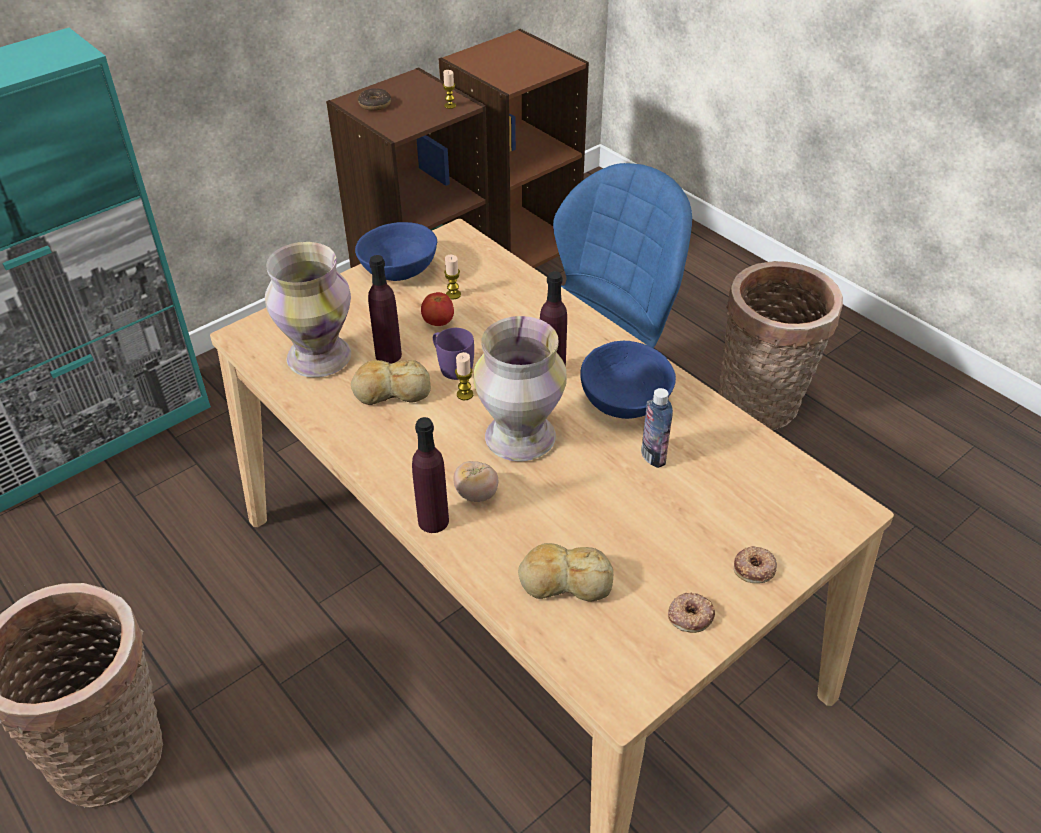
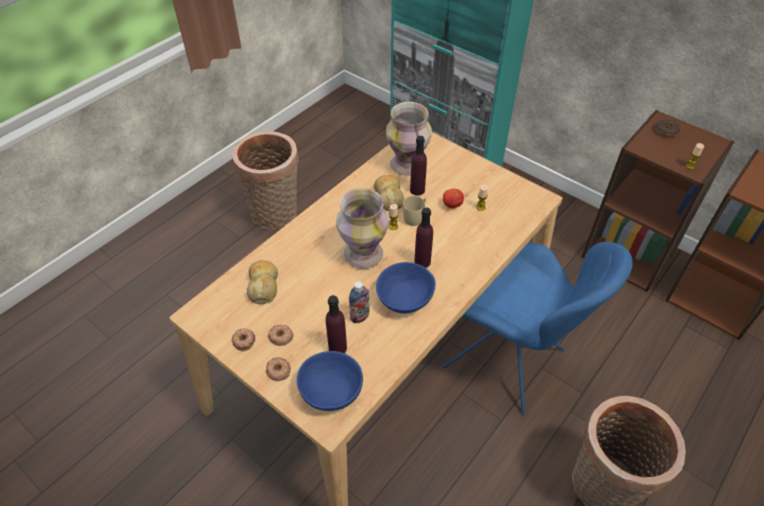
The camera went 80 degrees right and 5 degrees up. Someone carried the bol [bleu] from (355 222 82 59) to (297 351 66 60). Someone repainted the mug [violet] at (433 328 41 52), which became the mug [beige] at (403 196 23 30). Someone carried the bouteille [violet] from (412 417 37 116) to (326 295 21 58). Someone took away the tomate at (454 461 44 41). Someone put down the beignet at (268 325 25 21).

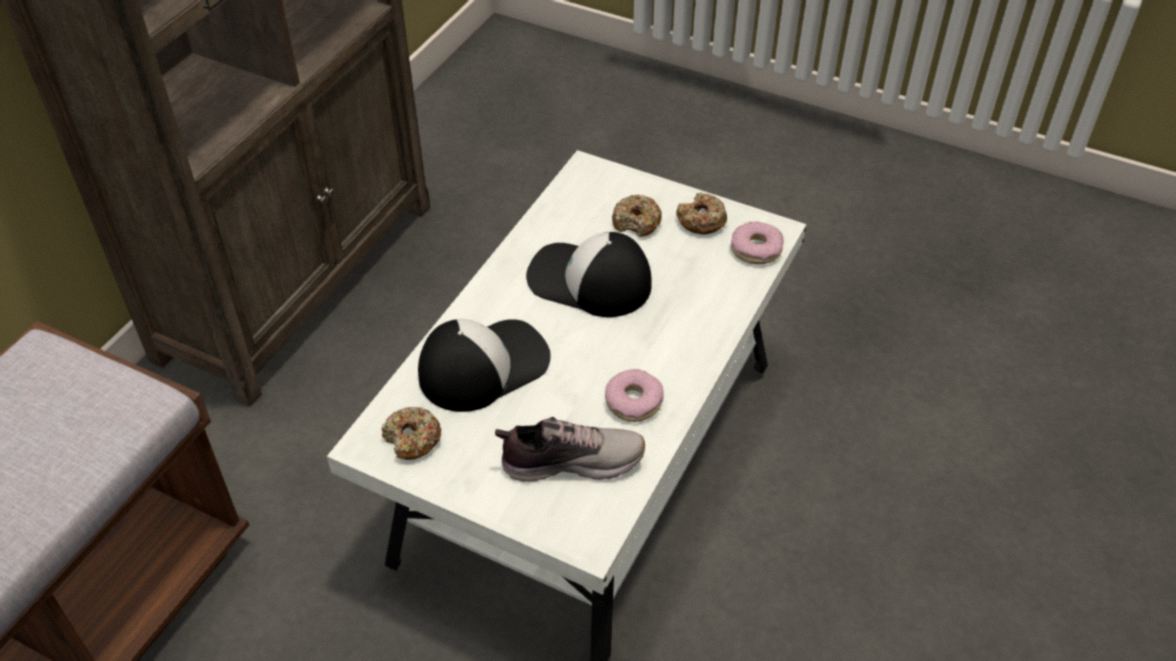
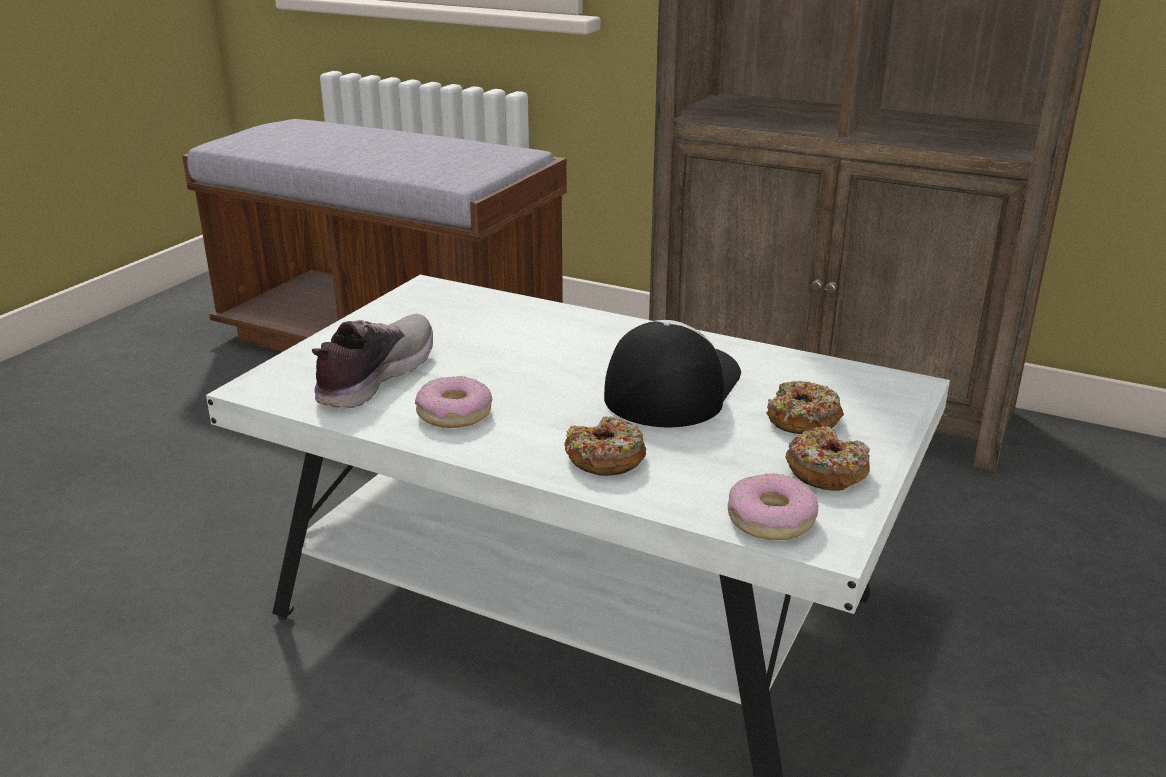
The camera went 90 degrees right and 20 degrees down. Someone took away the casquette at (418 319 133 93). Someone carried the beignet from (381 407 60 53) to (564 416 82 60). Someone rotated the chaussure at (495 417 150 65) by 150 degrees counterclockwise.

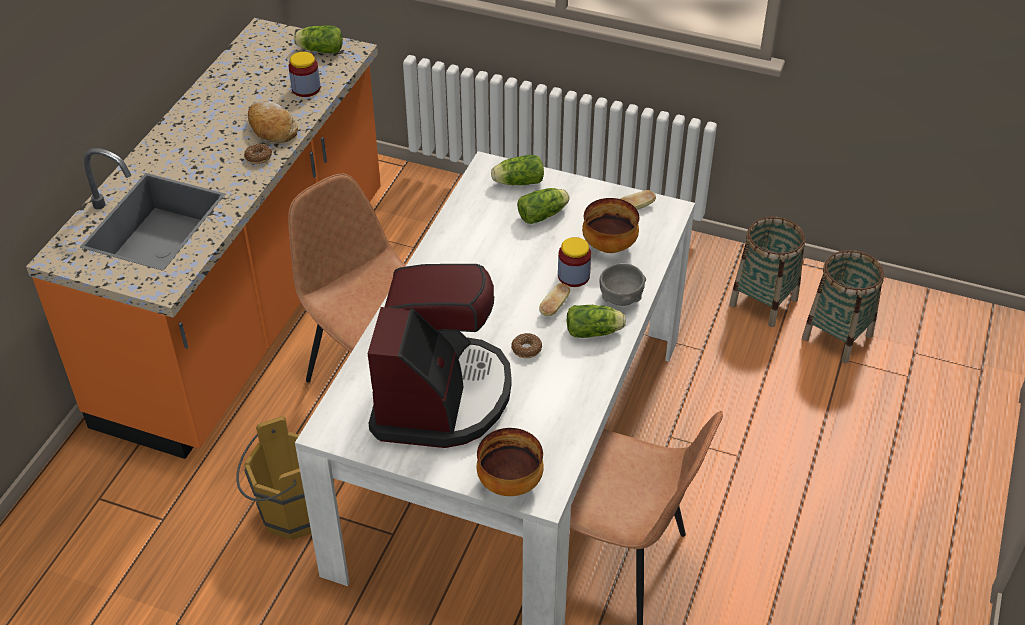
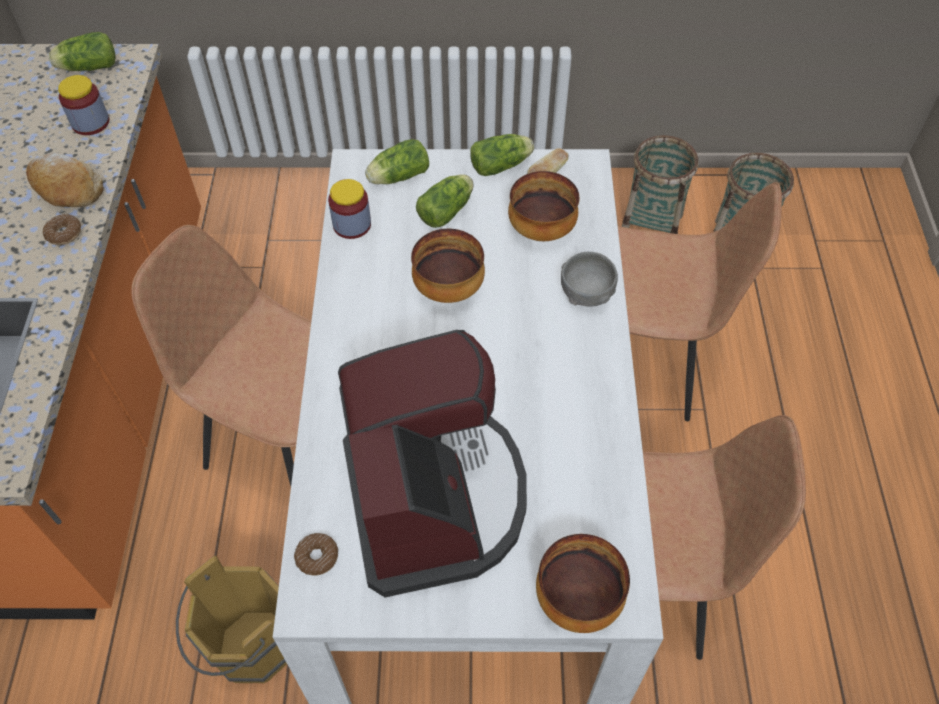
The camera went 20 degrees left and 10 degrees up. Someone carried the bocal from (558 237 33 50) to (328 179 43 60). Someone took away the pain at (539 283 31 33). Someone carried the laitue from (566 305 60 33) to (470 134 64 42). Someone carried the beignet from (511 333 31 25) to (294 533 44 43). Someone put down the chaise [marron] at (618 182 164 239). Someone put down the bol at (411 229 74 74).

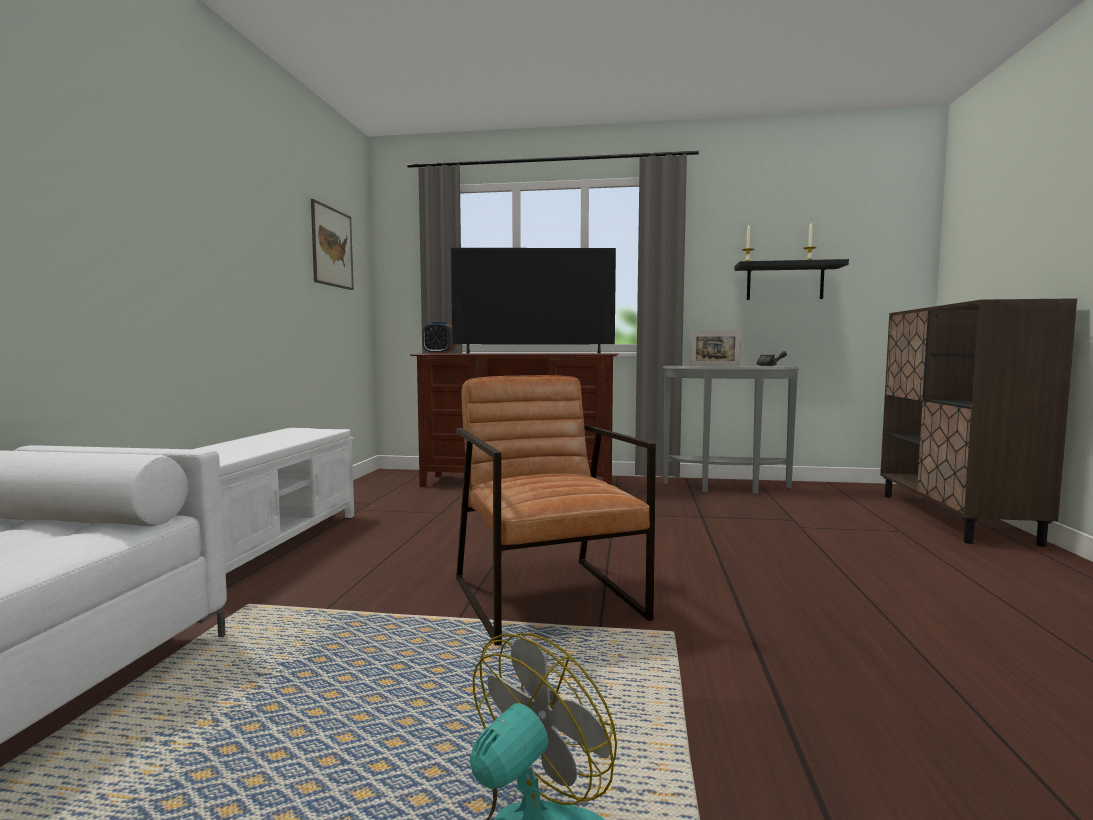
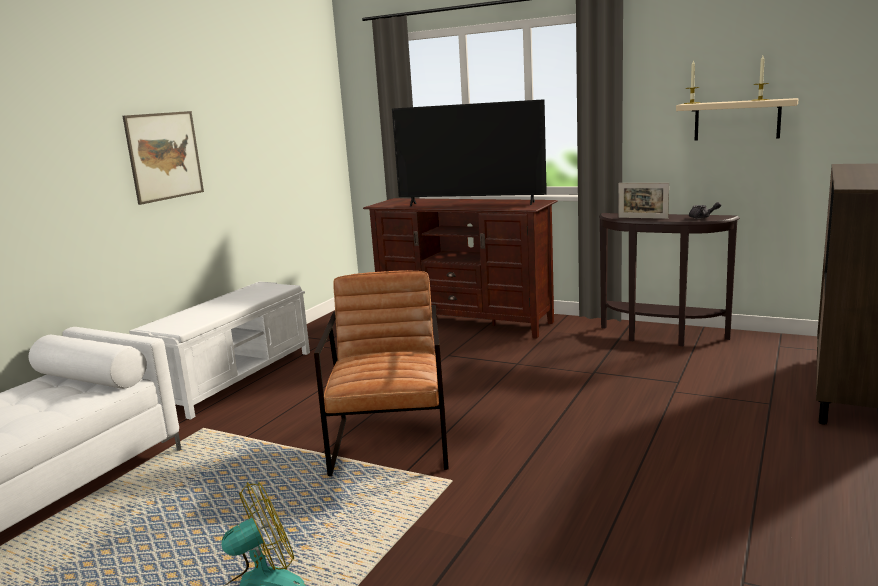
The camera went 20 degrees right and 10 degrees up. Someone carried the tableau from (311 199 43 91) to (123 111 81 94). Someone repainted the étagère [noir] at (734 259 115 41), which became the étagère [beige] at (676 98 122 43). Someone took away the réveil at (422 322 33 31). Someone repainted the table console [gris] at (662 366 137 128), which became the table console [marron] at (599 213 141 133).

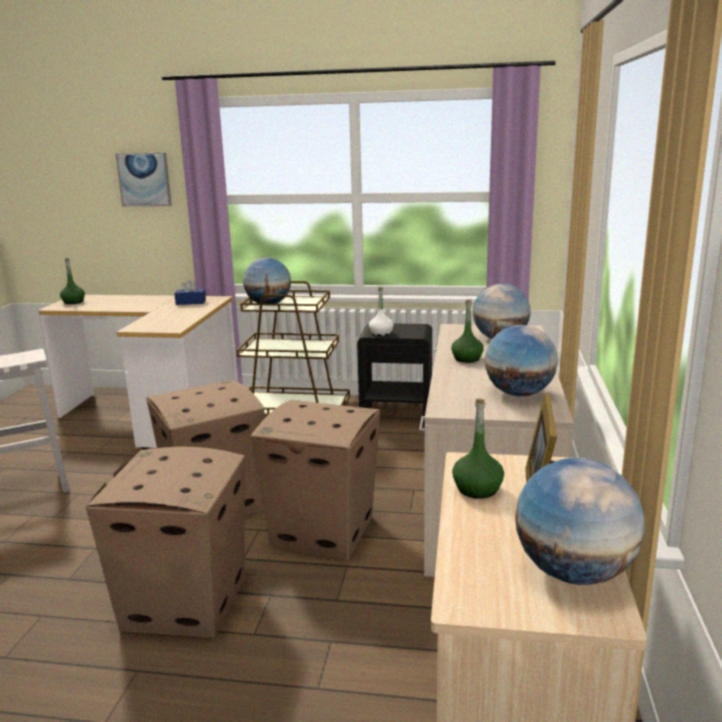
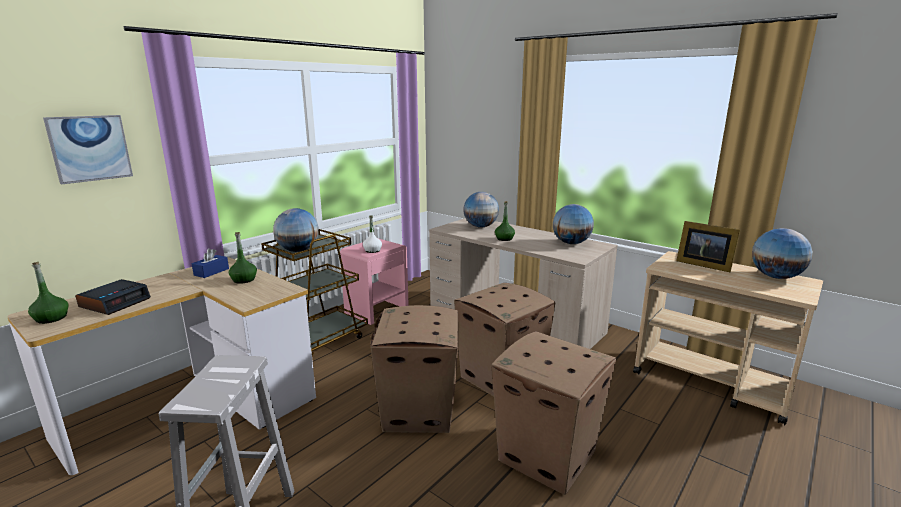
The camera went 60 degrees left and 0 degrees up. Someone repainted the table de chevet [noir] at (357 323 75 104), which became the table de chevet [rose] at (340 238 69 87). Someone carried the bouteille [vert] from (452 398 52 101) to (229 232 28 52). Someone put down the réveil at (75 279 76 36).

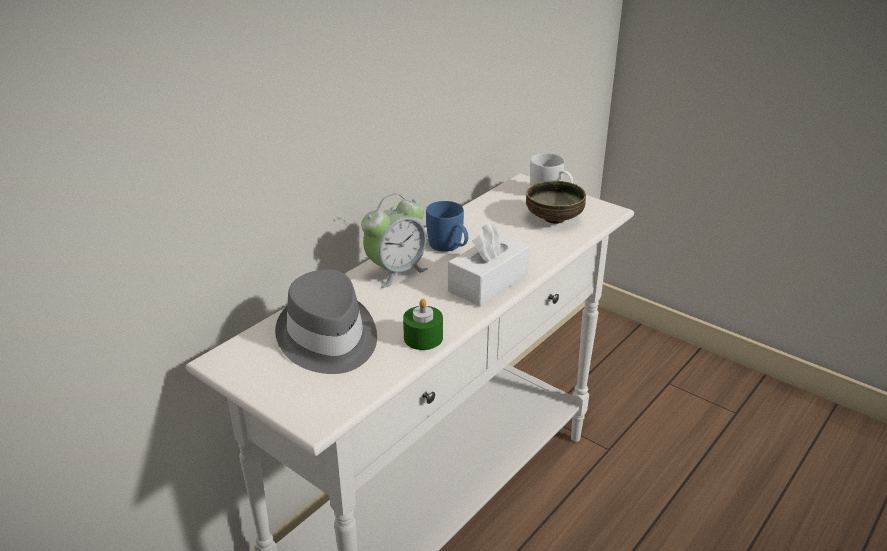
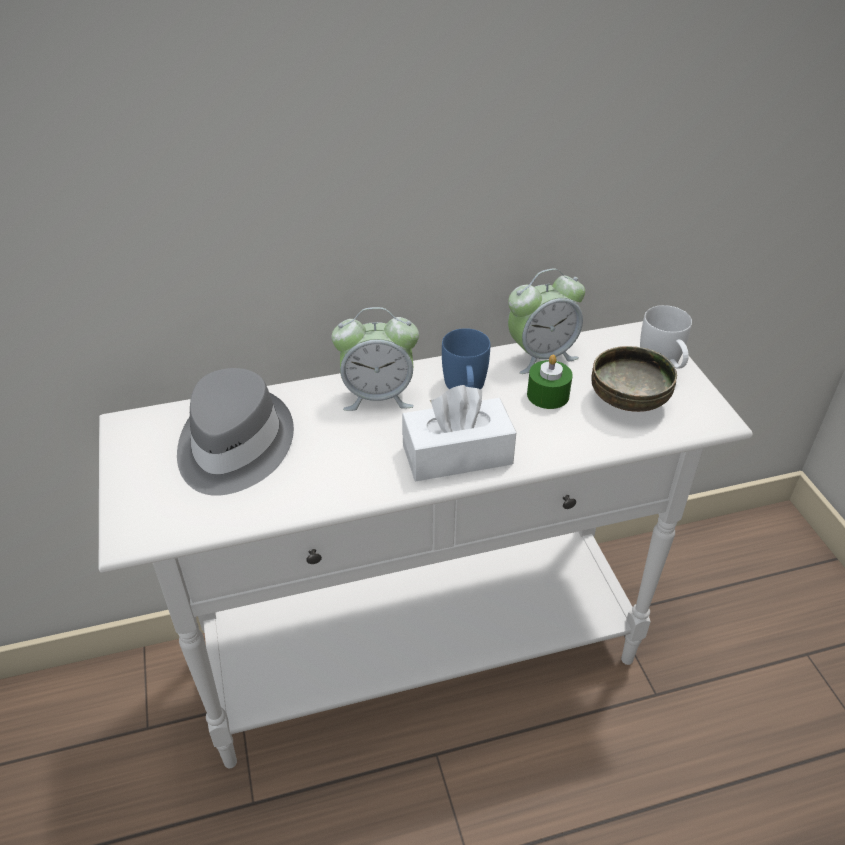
The camera went 35 degrees right and 10 degrees up. Someone carried the bougie [vert] from (403 299 40 51) to (527 354 46 55). Someone put down the réveil at (508 268 77 106).

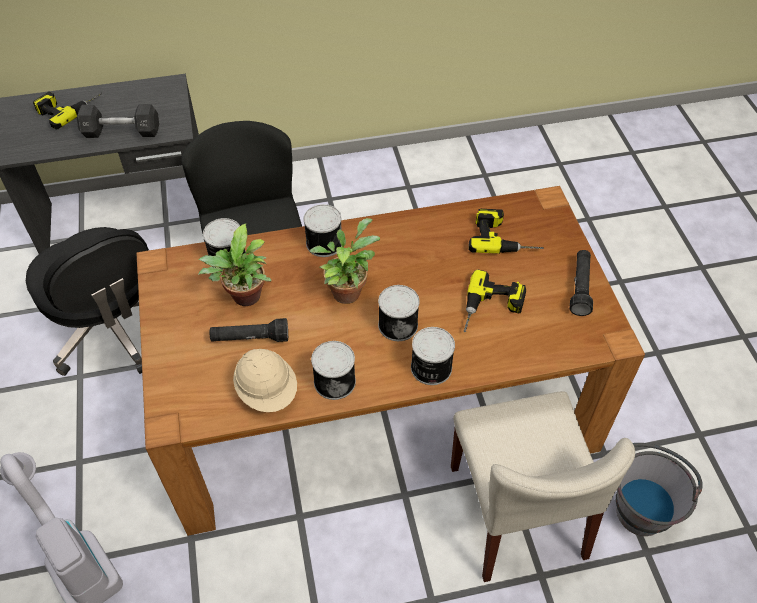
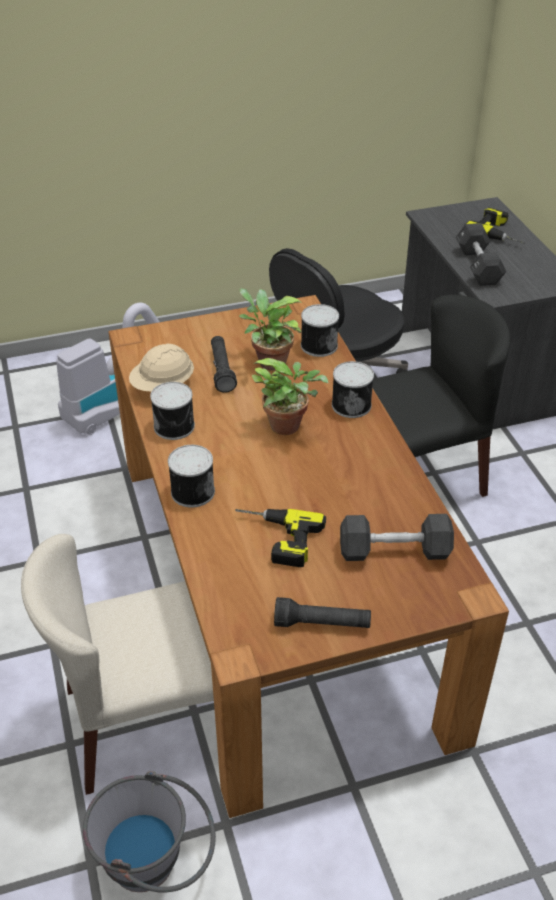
The camera went 85 degrees right and 10 degrees down. Someone swapped the perceuse at (469 209 75 45) for the haltère [noir] at (340 514 114 47). Someone took away the boîte métallique at (378 285 41 56).

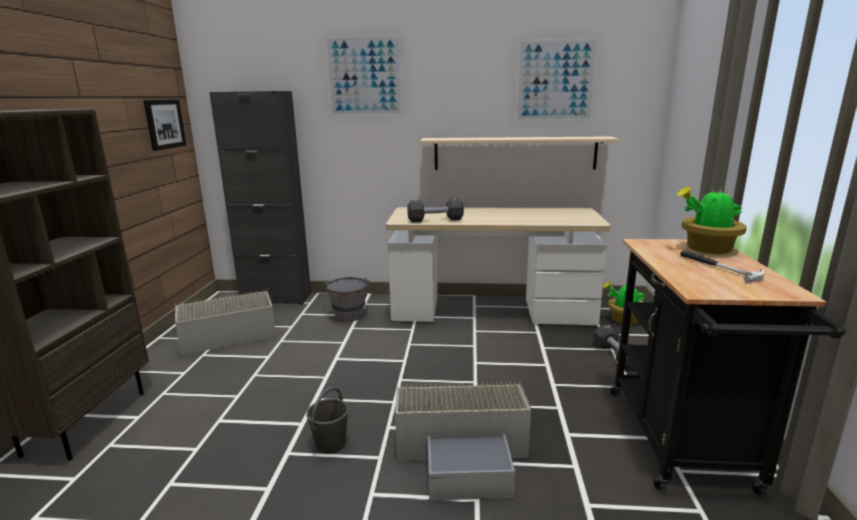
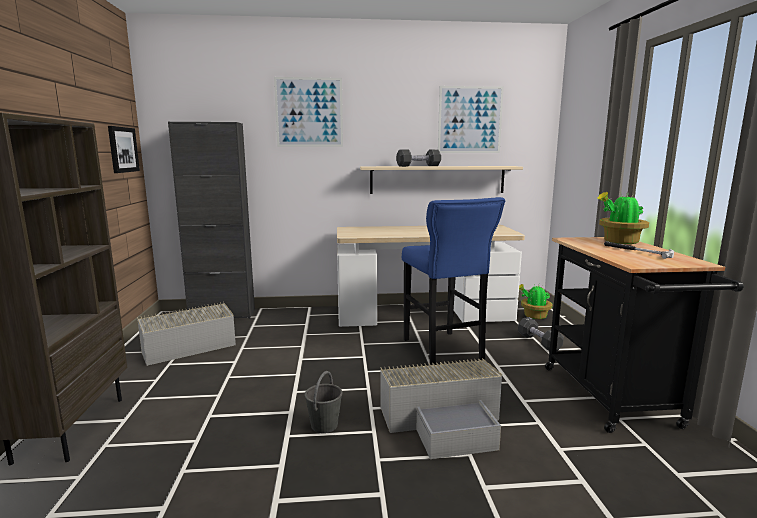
The camera went 10 degrees left and 5 degrees down. Someone carried the haltère [noir] from (407 198 57 24) to (396 149 45 18). Someone took away the seau [gris] at (322 277 47 45). Someone put down the tabouret [bleu] at (402 197 103 168).

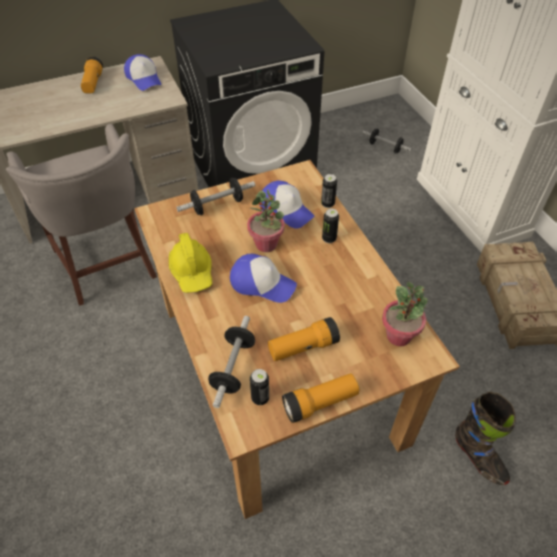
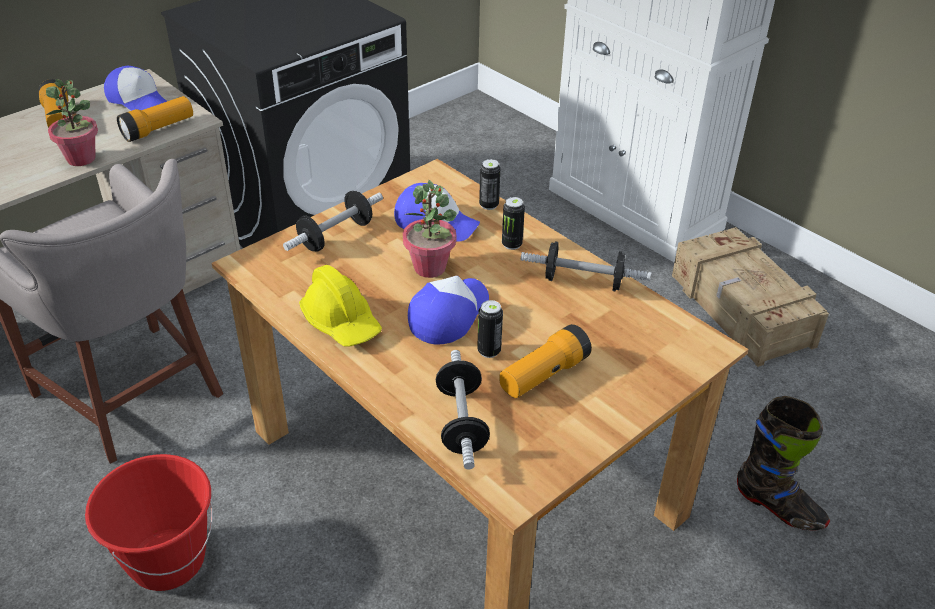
The camera went 20 degrees left and 10 degrees down. Someone carried the haltère from (362 129 50 24) to (521 241 130 51). Someone rotated the casquette at (230 254 67 49) by 60 degrees counterclockwise. Someone carried the plante en pot from (382 282 46 64) to (46 79 52 87). Someone carried the boîte métallique from (250 369 19 36) to (477 300 26 58). Someone carried the lampe de poche from (282 373 77 50) to (117 96 76 46). Someone put down the seau [rouge] at (85 454 128 137).

